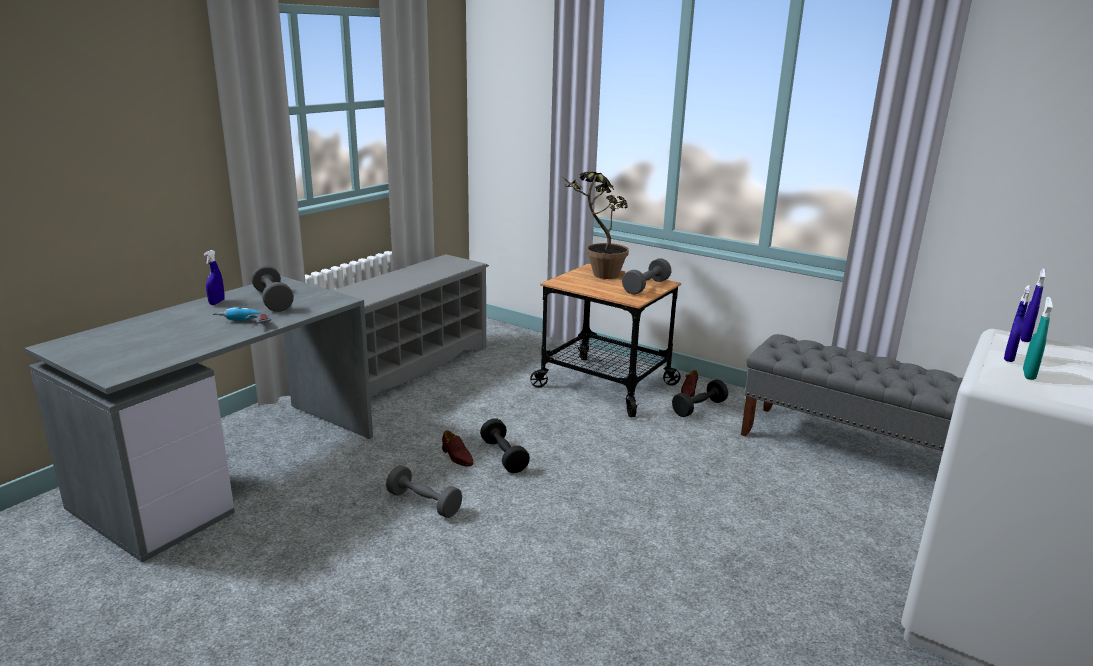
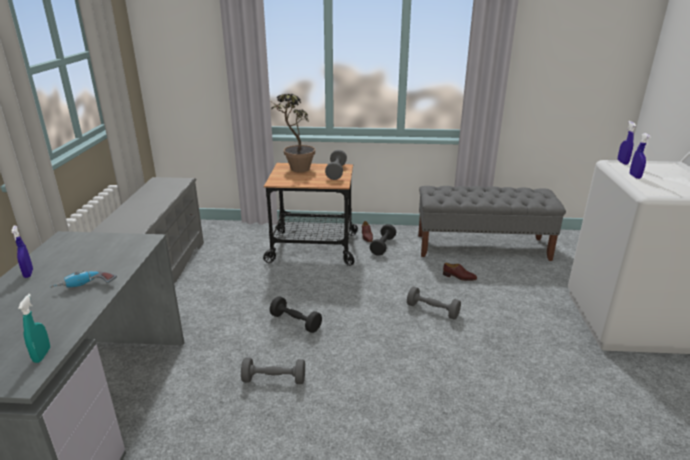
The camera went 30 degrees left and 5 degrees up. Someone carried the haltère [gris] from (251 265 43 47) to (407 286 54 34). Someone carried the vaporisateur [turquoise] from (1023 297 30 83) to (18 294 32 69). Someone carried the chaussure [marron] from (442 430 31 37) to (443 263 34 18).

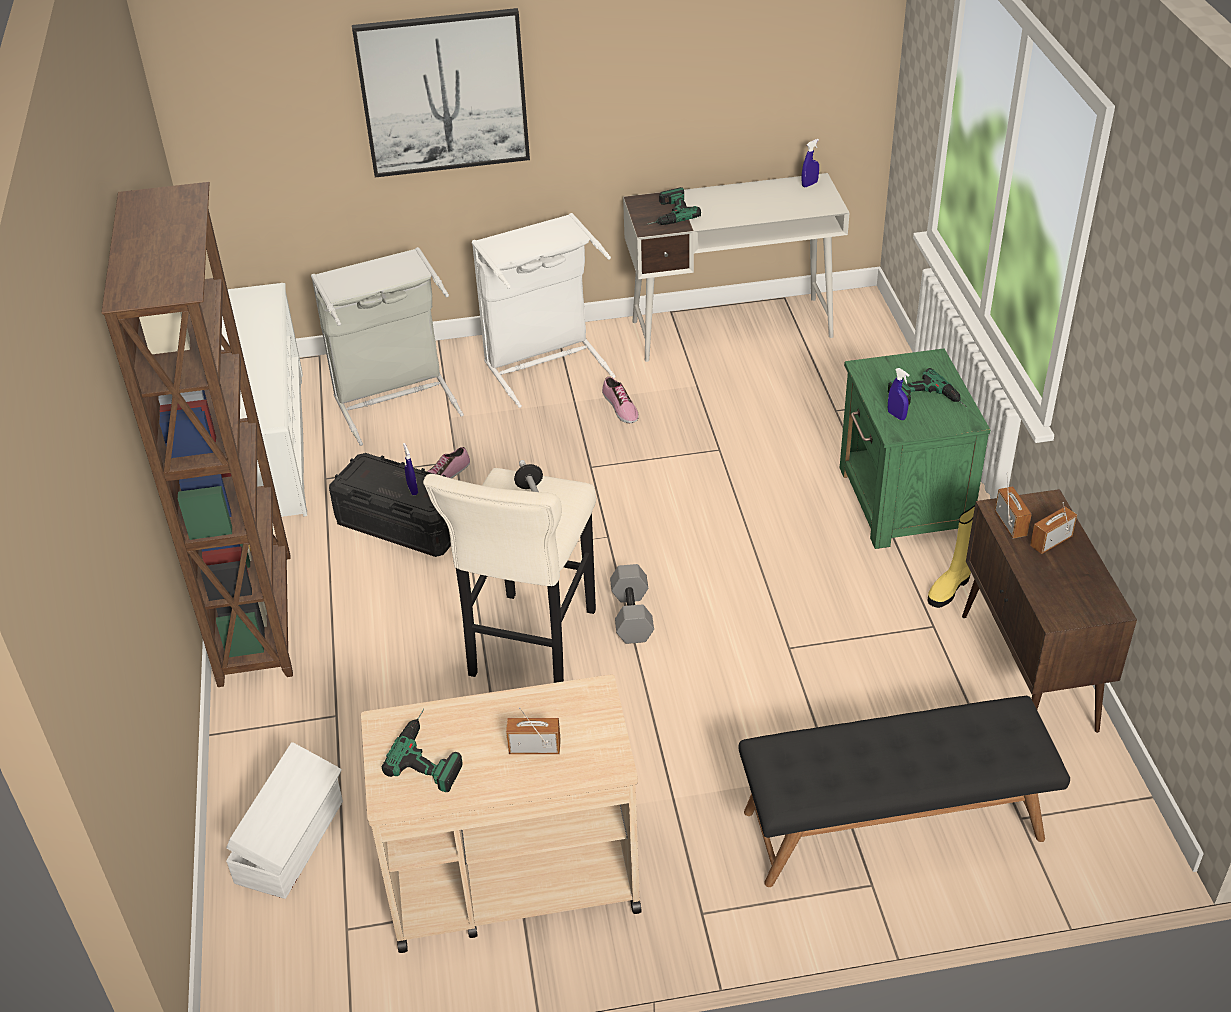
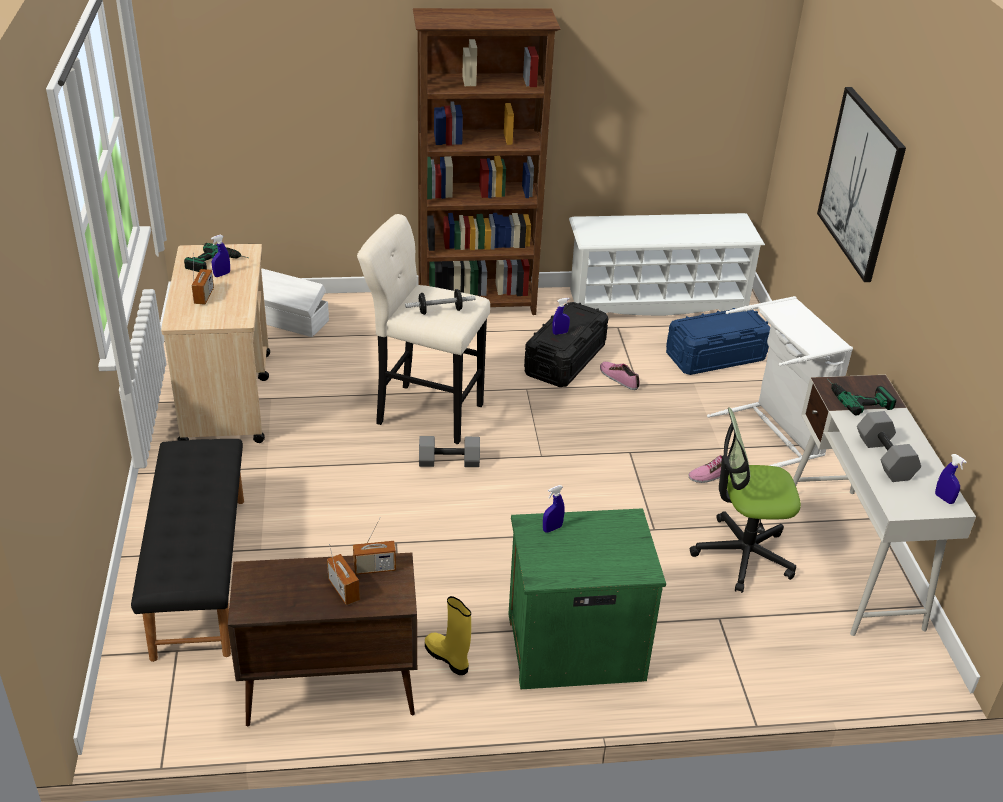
The camera went 90 degrees right and 5 degrees down. Someone swapped the panier à linge [gris] at (311 247 153 199) for the boîte de rangement [bleu] at (666 308 104 67). Someone took away the perceuse at (888 368 78 39). Someone put down the vaporisateur [bleu] at (211 235 19 42). Someone put down the chaise de bureau at (690 407 111 186). Someone put down the haltère [gris] at (857 411 64 71).

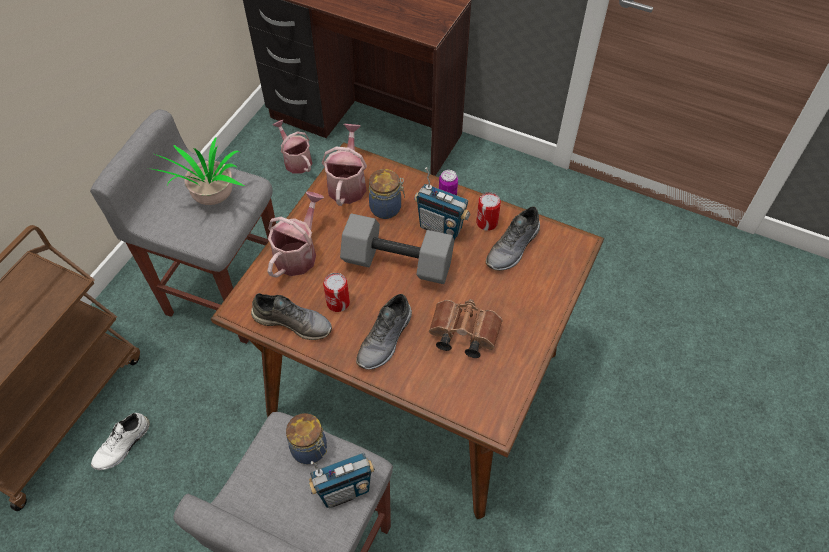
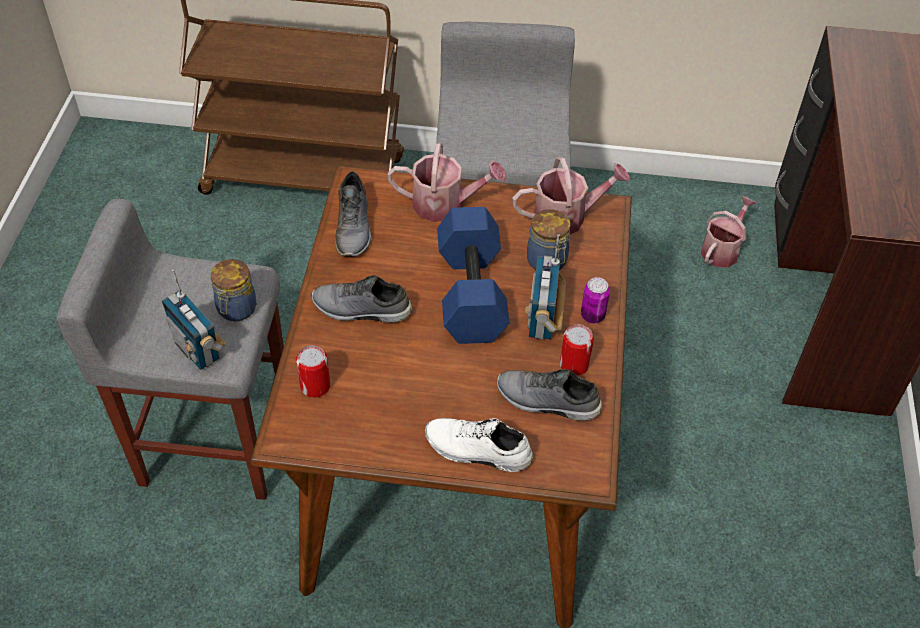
The camera went 70 degrees right and 5 degrees down. Someone took away the plante en pot at (148 137 96 68). Someone repainted the haltère [gris] at (340 213 114 71), which became the haltère [bleu] at (437 207 72 137). Someone carried the boîte métallique from (323 273 27 39) to (296 345 34 53). Someone took away the jumelles [marron] at (429 299 73 59). Someone carried the chaussure [blanc] from (91 413 59 57) to (425 418 108 54).

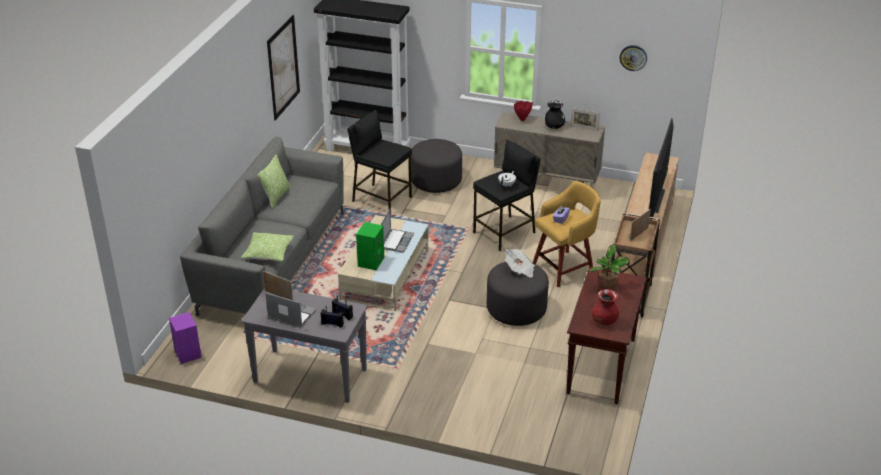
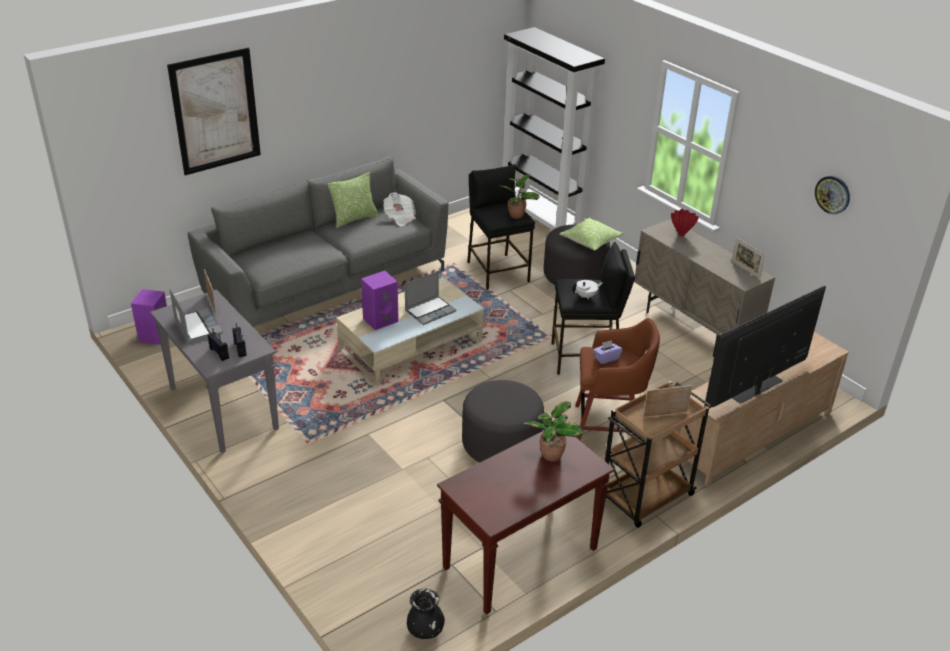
The camera went 35 degrees right and 0 degrees up. Someone carried the tableau from (267 15 33 105) to (167 47 94 128). Someone carried the vase [noir] from (545 101 20 28) to (407 589 38 50). Someone repainted the tabouret [jaune] at (533 181 67 106), which became the tabouret [marron] at (575 318 85 122). Someone repainted the enceinte [vert] at (356 222 28 48), which became the enceinte [violet] at (361 271 38 59). Someone carried the coussin from (241 232 53 29) to (560 218 64 32). Someone carried the journal from (505 249 30 28) to (384 192 32 34). Someone took away the vase [rouge] at (592 289 27 36). Someone put down the plante en pot at (498 174 42 45).

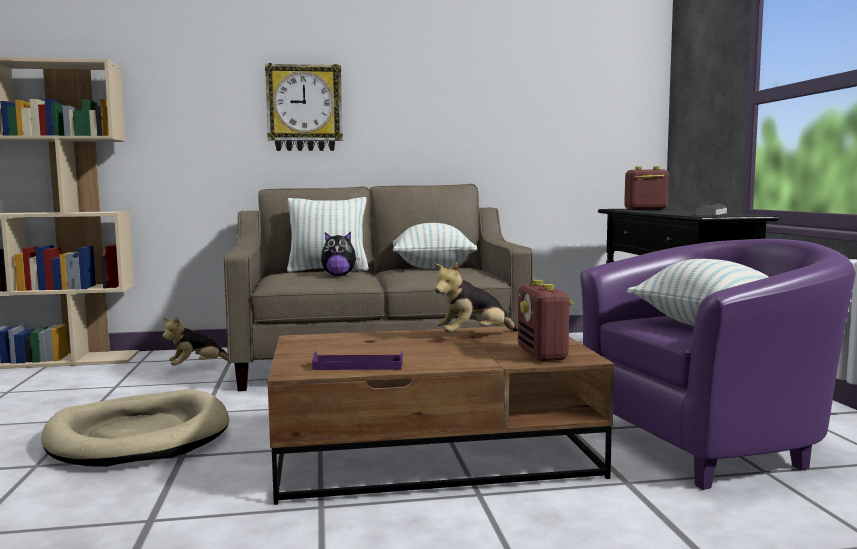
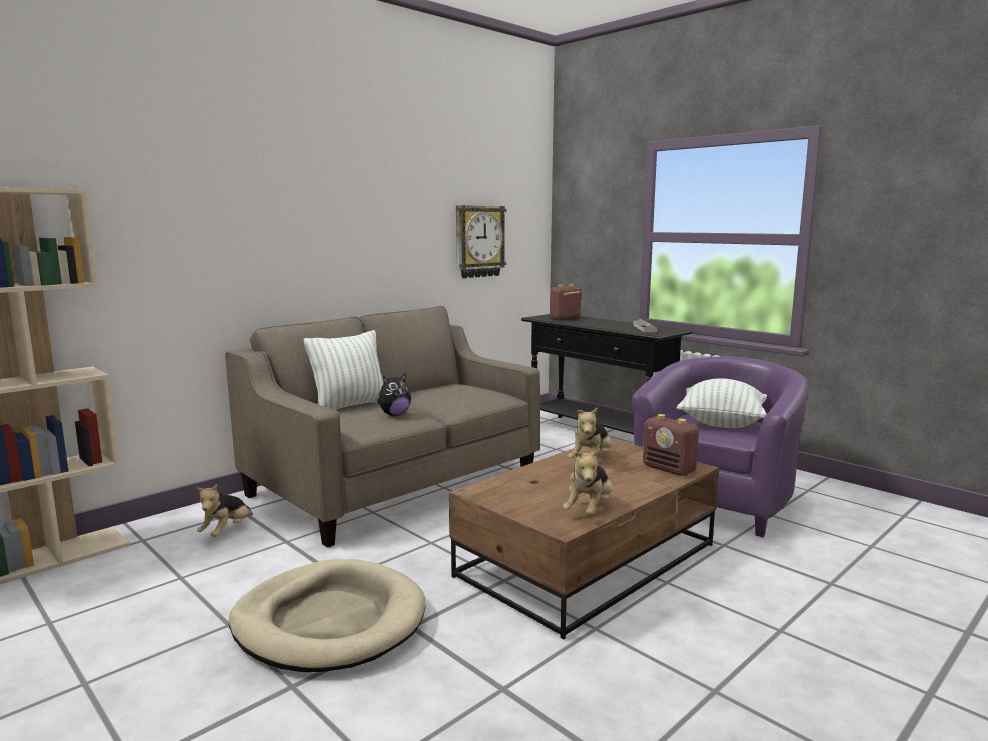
The camera went 35 degrees left and 5 degrees up. Someone carried the horloge murale from (265 63 78 88) to (456 205 51 73). Someone took away the coussin at (393 223 84 46). Someone swapped the plateau [violet] at (312 351 91 19) for the peluche at (563 448 50 68).

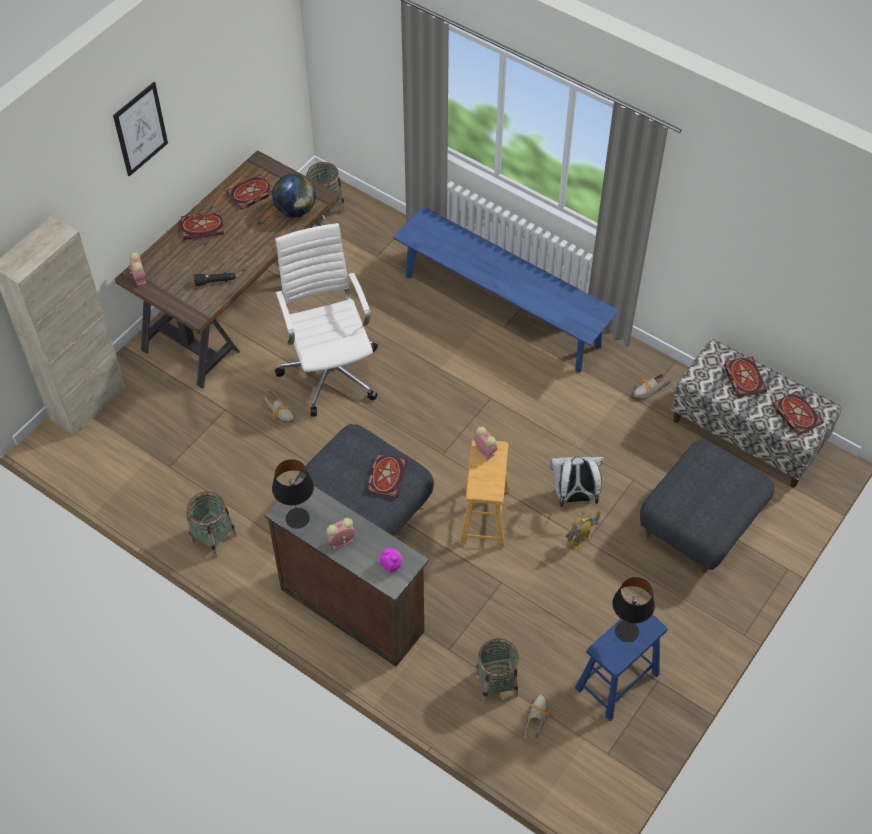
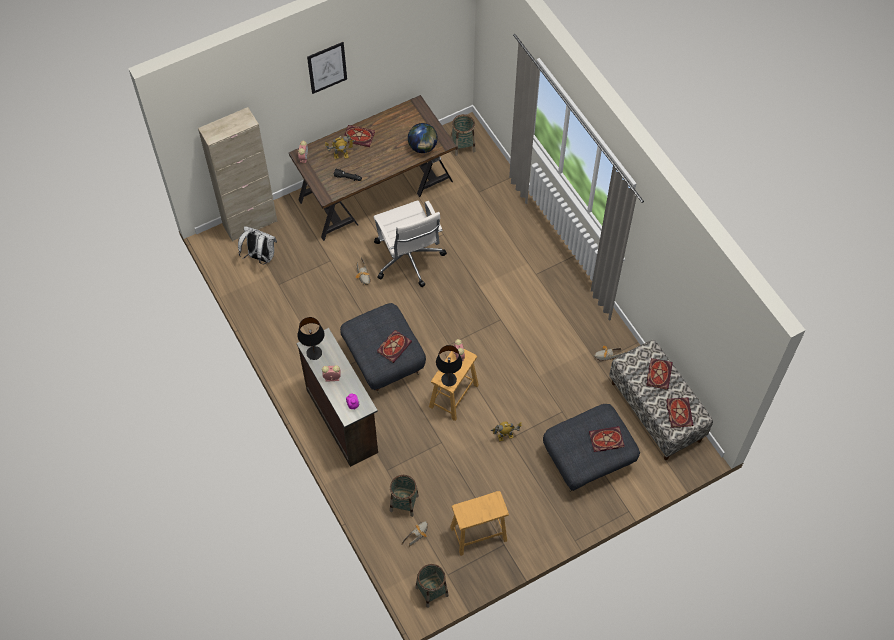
The camera went 25 degrees right and 5 degrees up. Someone carried the livre from (226 174 47 36) to (589 426 36 26). Someone took away the banc [bleu] at (393 206 226 167). Someone rotated the chaise de bureau [blanc] at (275 223 103 193) by 150 degrees clockwise. Someone carried the sac à dos [blanc] from (550 456 54 51) to (238 226 39 39). Someone carried the panier from (187 491 50 67) to (415 564 34 44). Someone carried the lampe de table [noir] from (612 577 43 65) to (436 345 26 41). Someone repainted the tabouret [bleu] at (575 604 93 117), which became the tabouret [marron] at (450 491 59 65). Someone put down the robot jouet at (325 134 30 25).

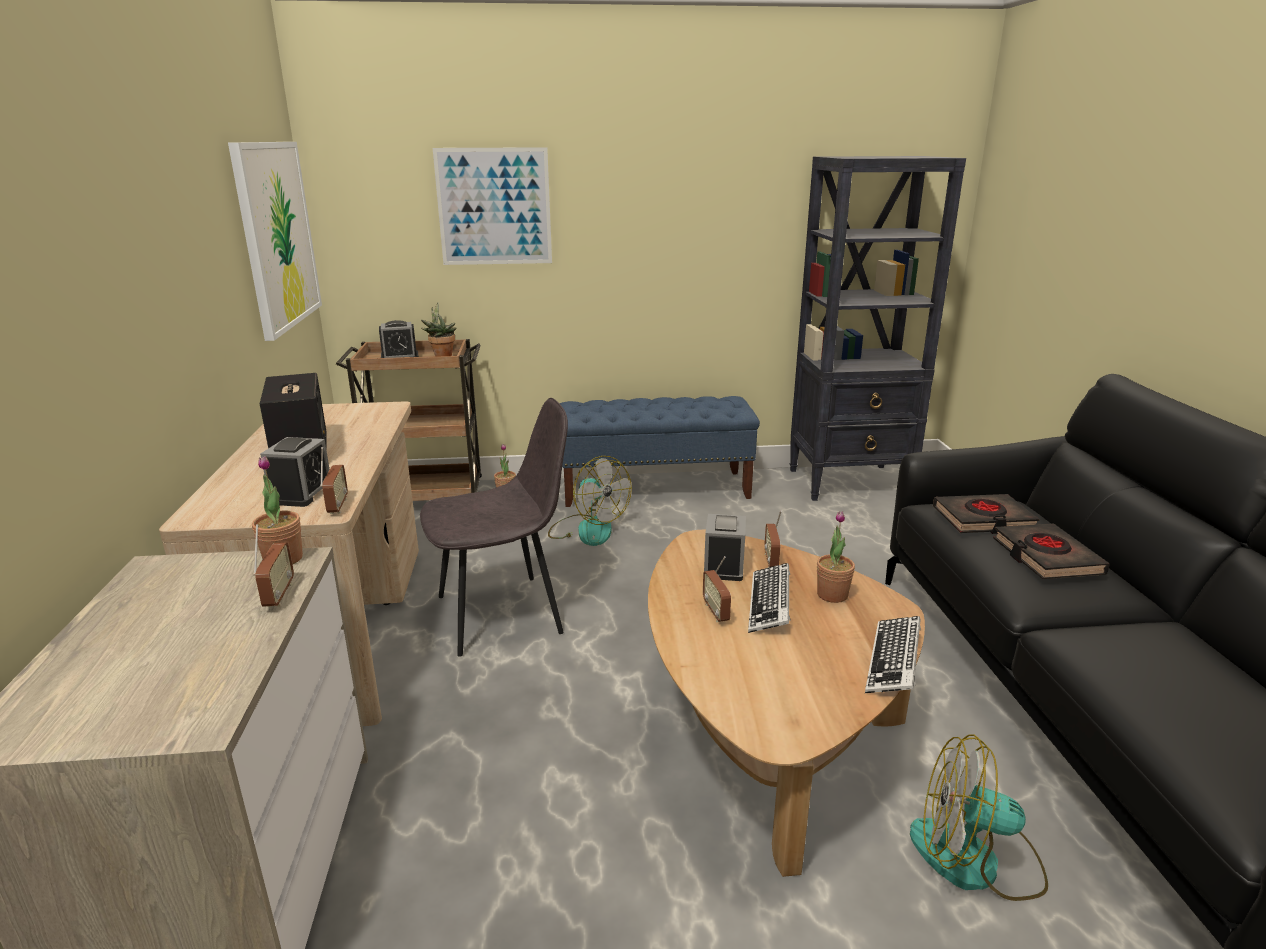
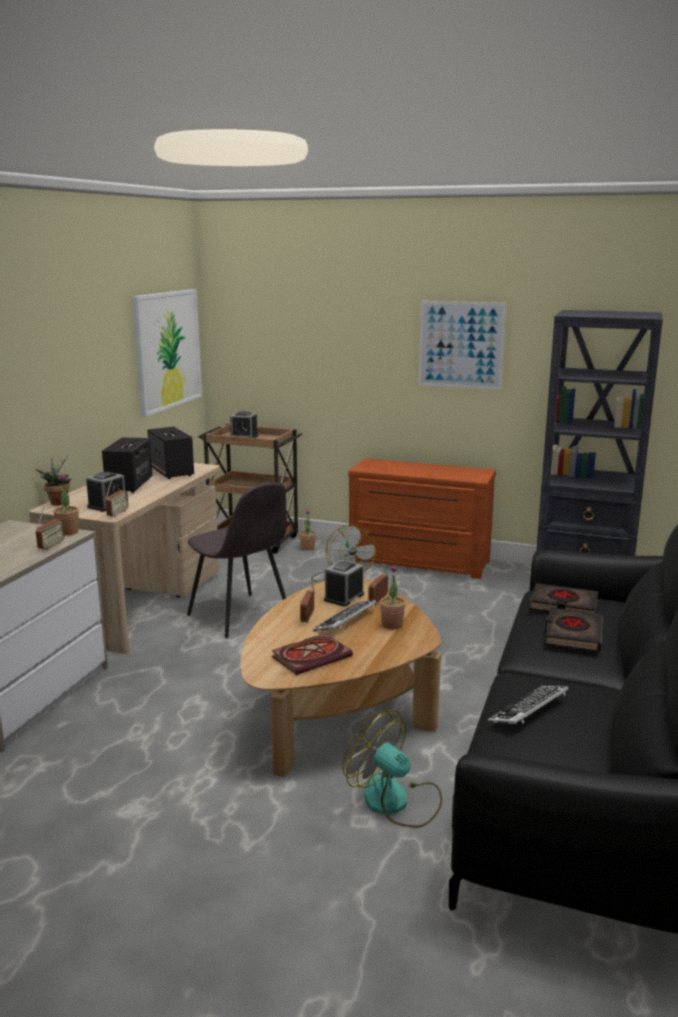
The camera went 25 degrees right and 5 degrees down. Someone carried the tableau from (433 147 119 118) to (418 301 88 89). Someone carried the plante en pot from (421 302 36 55) to (35 453 37 52). Someone swapped the banc [bleu] at (560 396 200 111) for the commode [marron] at (348 458 148 121). Someone rotated the chaise [gris] at (420 398 148 259) by 45 degrees clockwise. Someone carried the clavier from (865 616 56 77) to (488 685 81 39). Someone put down the enceinte at (147 427 47 52). Someone put down the livre at (272 633 81 42).

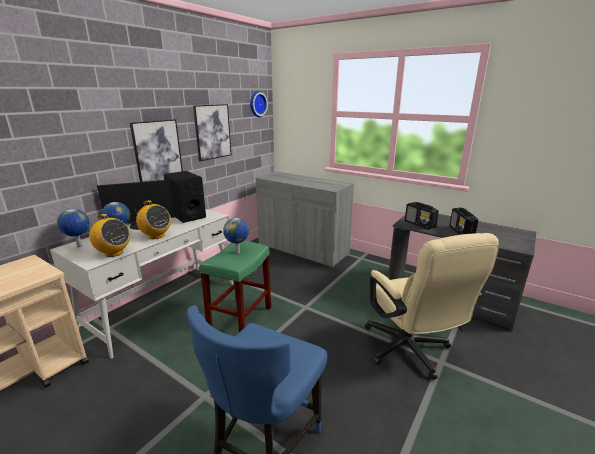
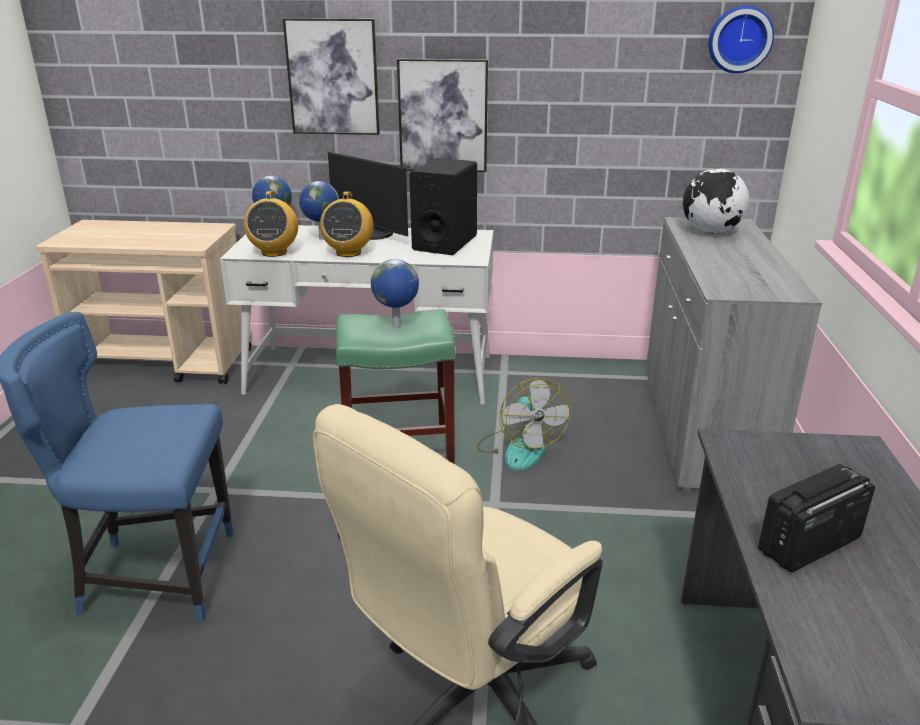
The camera went 60 degrees right and 5 degrees up. Someone carried the tableau from (193 104 38 57) to (283 18 97 117). Someone took away the radio at (405 202 34 28). Someone put down the globe at (683 168 66 66). Someone put down the ventilateur at (477 377 94 93).

